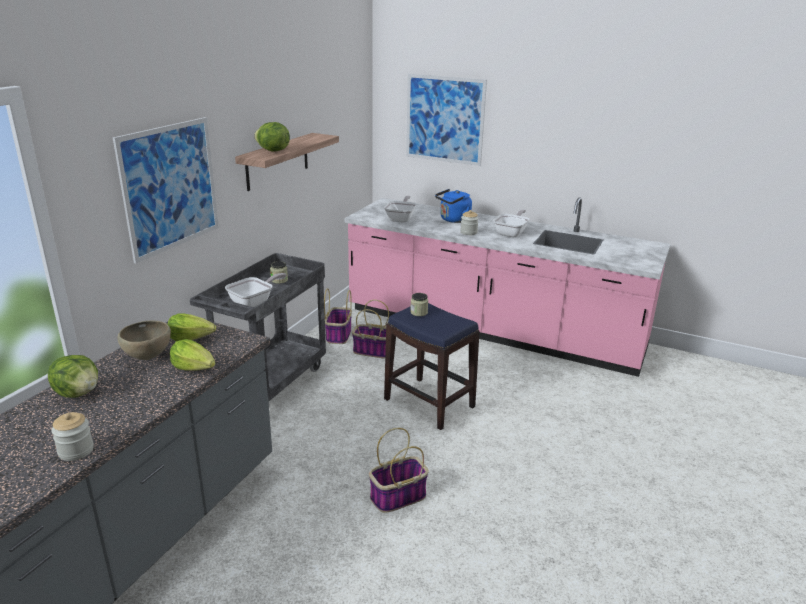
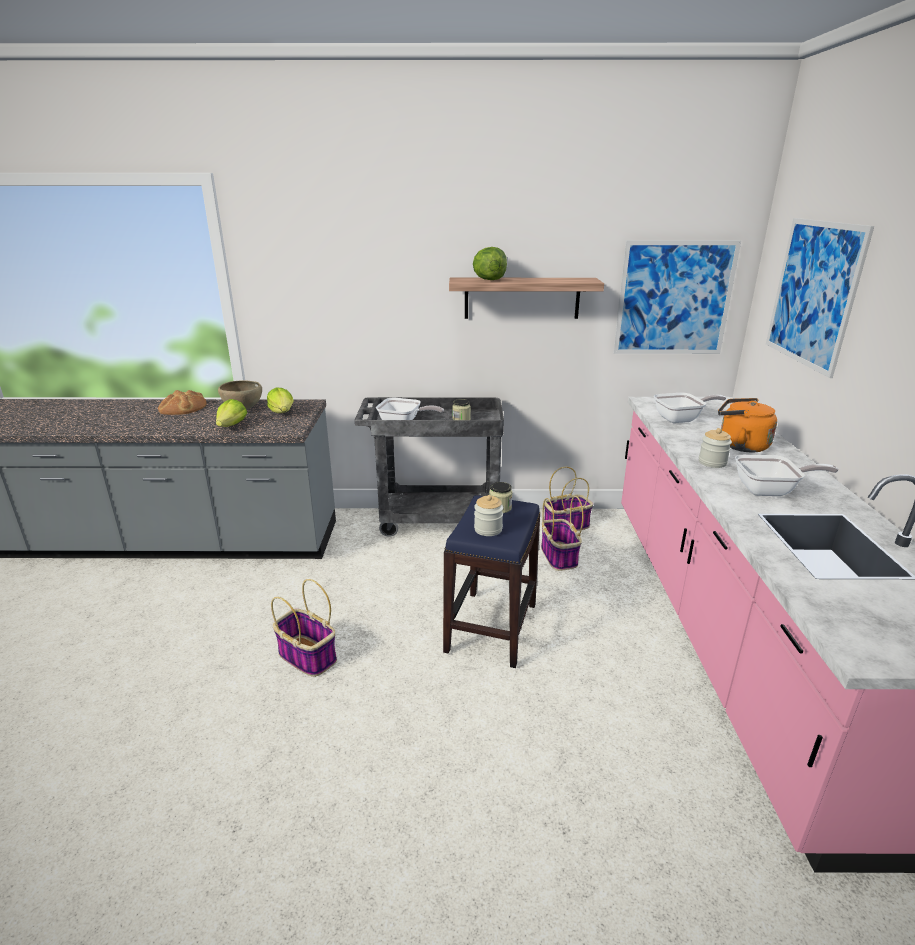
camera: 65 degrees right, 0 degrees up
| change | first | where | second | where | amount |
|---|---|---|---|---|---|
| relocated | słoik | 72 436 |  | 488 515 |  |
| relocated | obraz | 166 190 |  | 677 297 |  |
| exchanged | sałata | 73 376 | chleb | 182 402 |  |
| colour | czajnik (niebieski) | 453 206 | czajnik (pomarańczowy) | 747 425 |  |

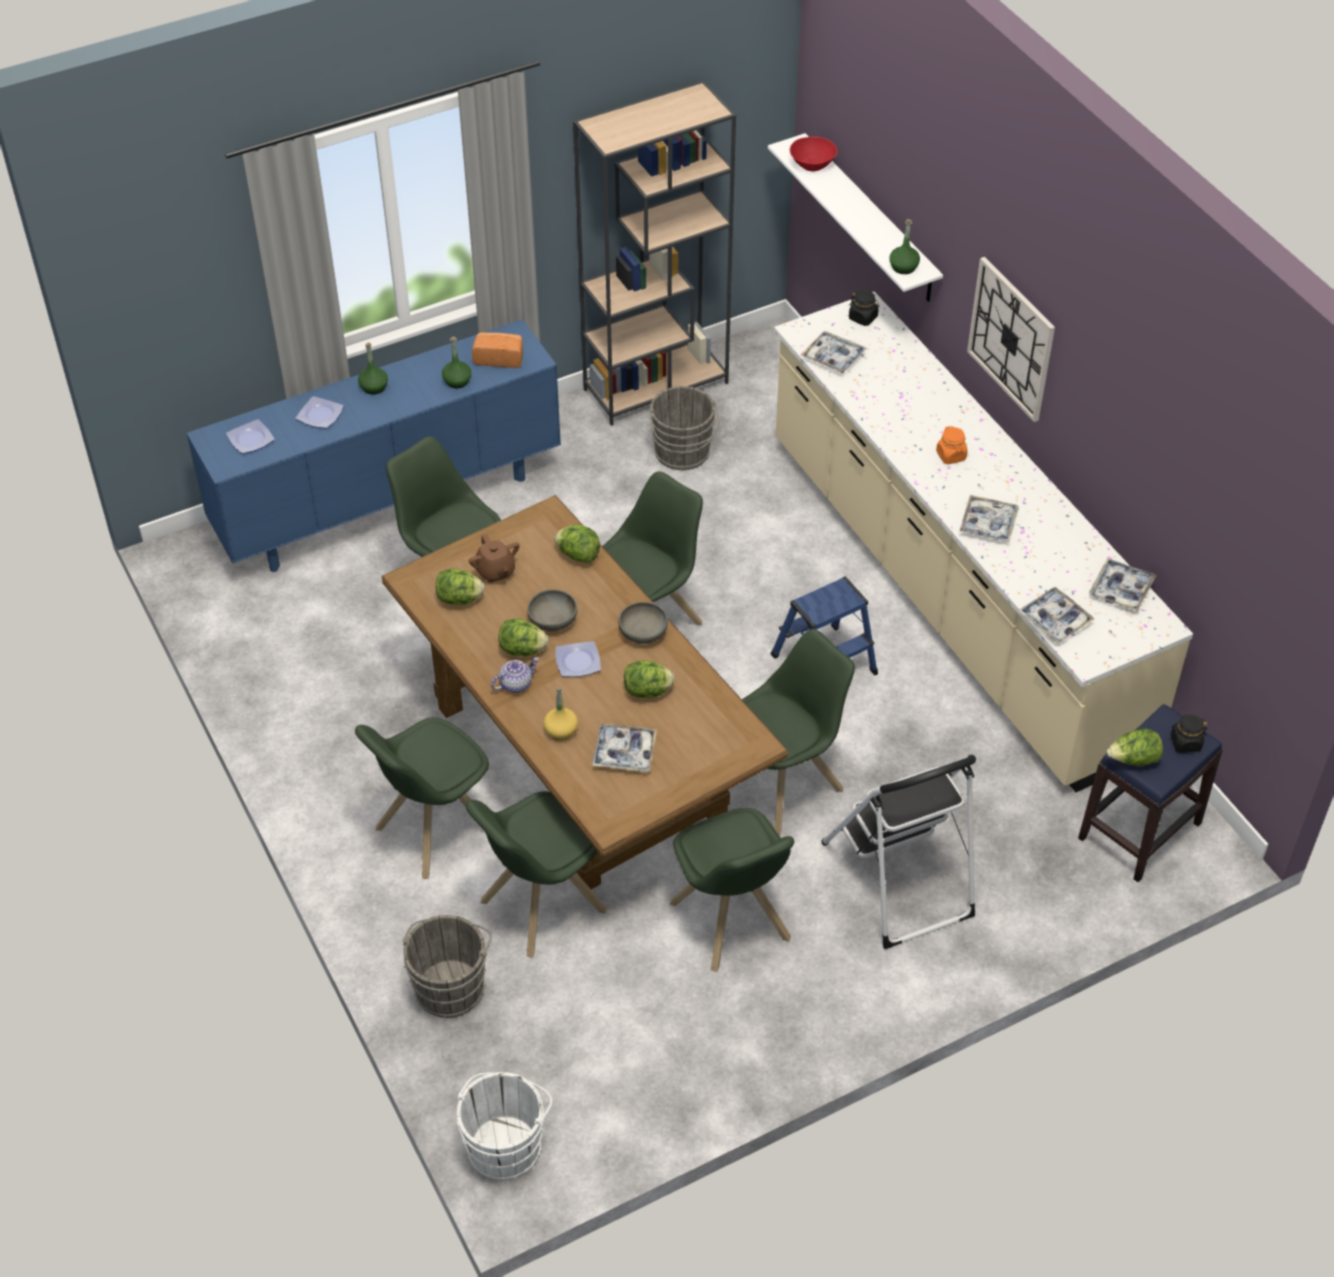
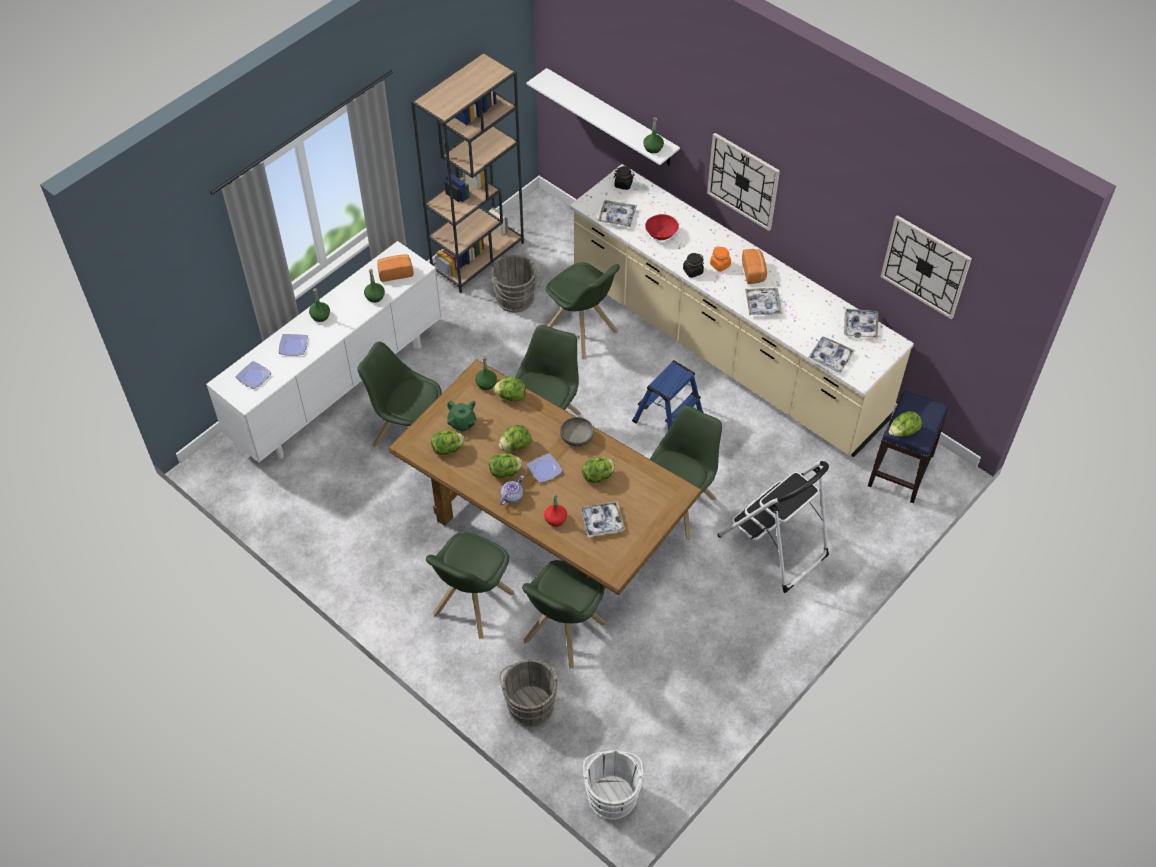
camera: 20 degrees left, 5 degrees up
| change | first | where | second | where | amount |
|---|---|---|---|---|---|
| appeared |  |  | butelka (zielony) | 486 373 |  |
| appeared |  |  | chleb | 754 266 |  |
| appeared |  |  | zegar ścienny | 926 267 |  |
| relocated | krzesło (zielony) | 731 890 |  | 583 310 |  |
| relocated | miska (czerwony) | 813 154 |  | 662 227 |  |
| relocated | słoik (czarny) | 1189 733 |  | 693 265 |  |
| exchanged | miska (szary) | 552 610 | sałata | 515 438 |  |
| colour | szafka (niebieski) | 374 445 | szafka (biały) | 323 352 |  |
| colour | imbryk (brązowy) | 494 558 | imbryk (zielony) | 462 416 |  |
| colour | butelka (żółty) | 561 713 | butelka (czerwony) | 555 510 |  |

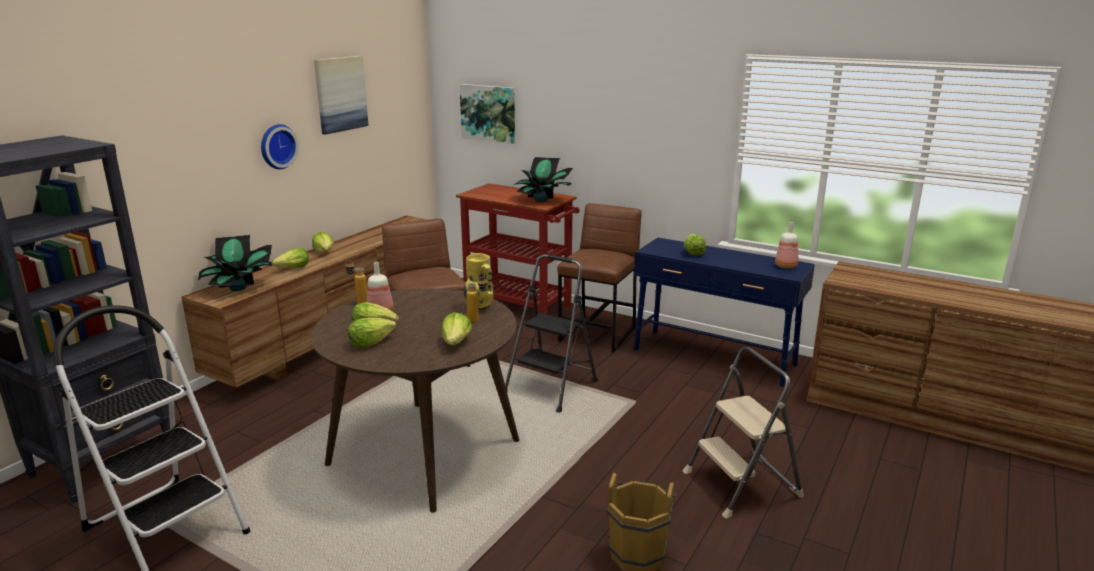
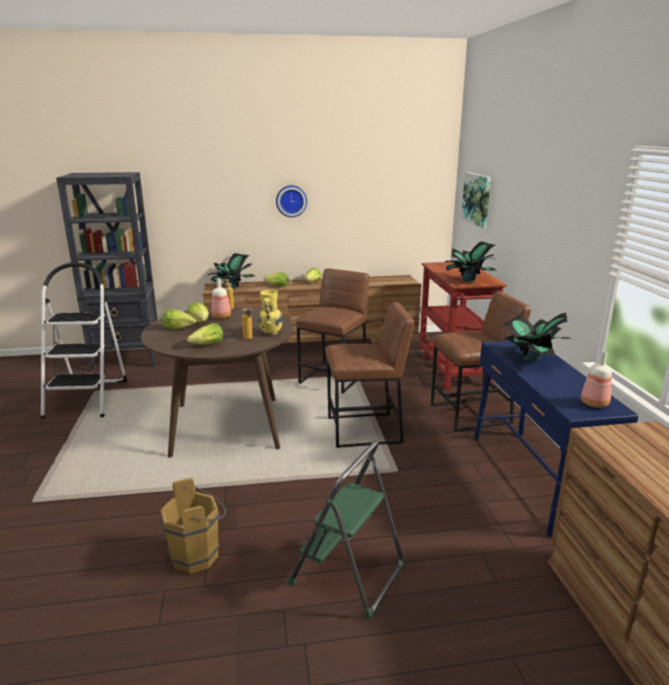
camera: 50 degrees right, 0 degrees up
| change | first | where | second | where | amount |
|---|---|---|---|---|---|
| missing | obraz | 341 95 |  |  |  |
| exchanged | drabinka (czarny) | 552 333 | krzesło (brązowy) | 369 375 |  |
| exchanged | sałata | 695 245 | roślina doniczkowa | 537 337 |  |
| colour | drabinka (beżowy) | 743 433 | drabinka (zielony) | 345 529 |  |

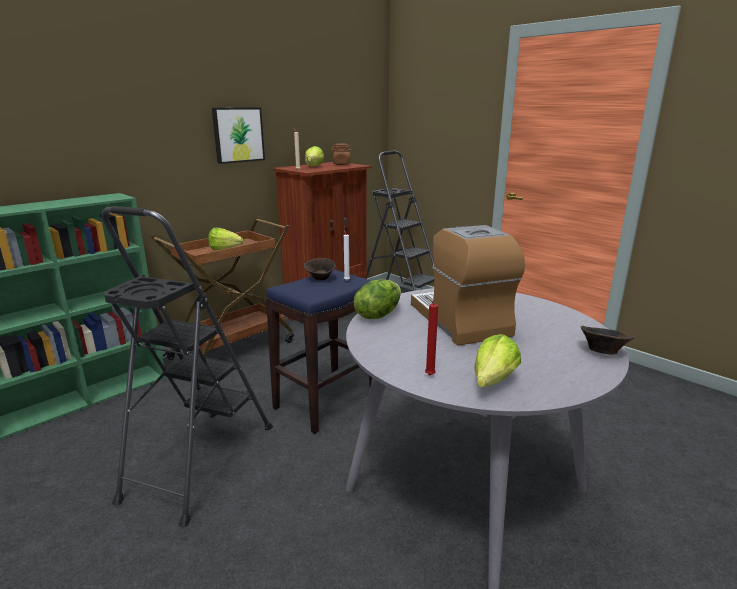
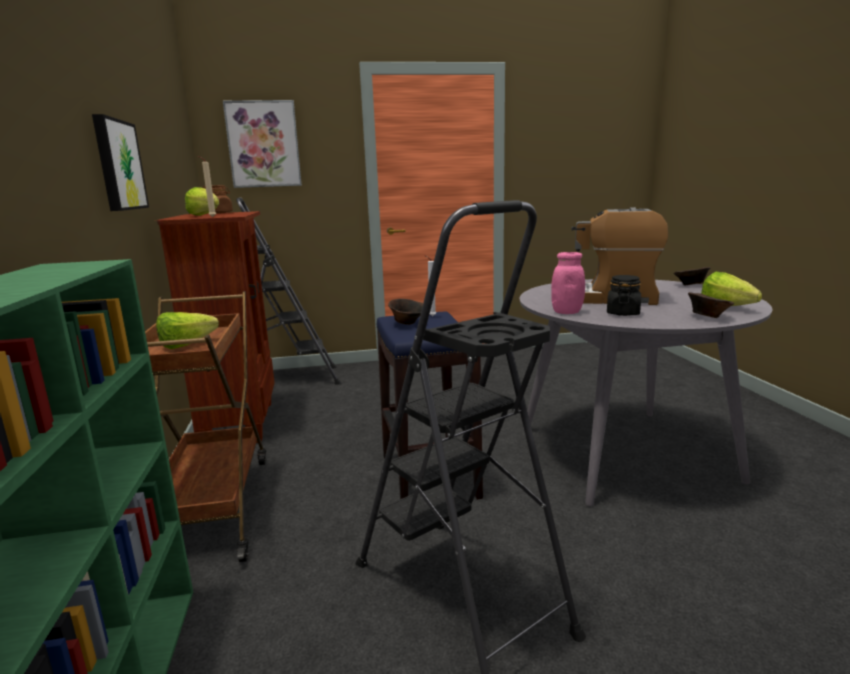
camera: 55 degrees left, 5 degrees down
| change | first | where | second | where | amount |
|---|---|---|---|---|---|
| appeared |  |  | obraz | 262 144 |  |
| appeared |  |  | słoik (czarny) | 624 295 |  |
| exchanged | sałata | 377 299 | słoik (różowy) | 568 283 |  |
| exchanged | świeca (czerwony) | 431 335 | miska (brązowy) | 711 305 |  |

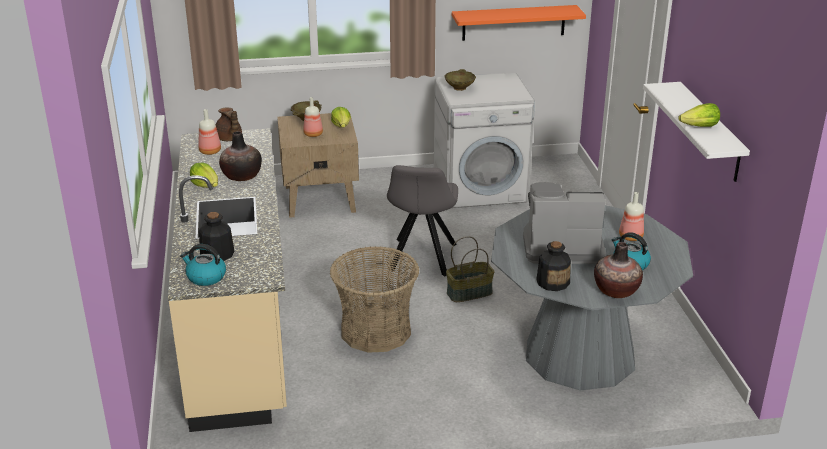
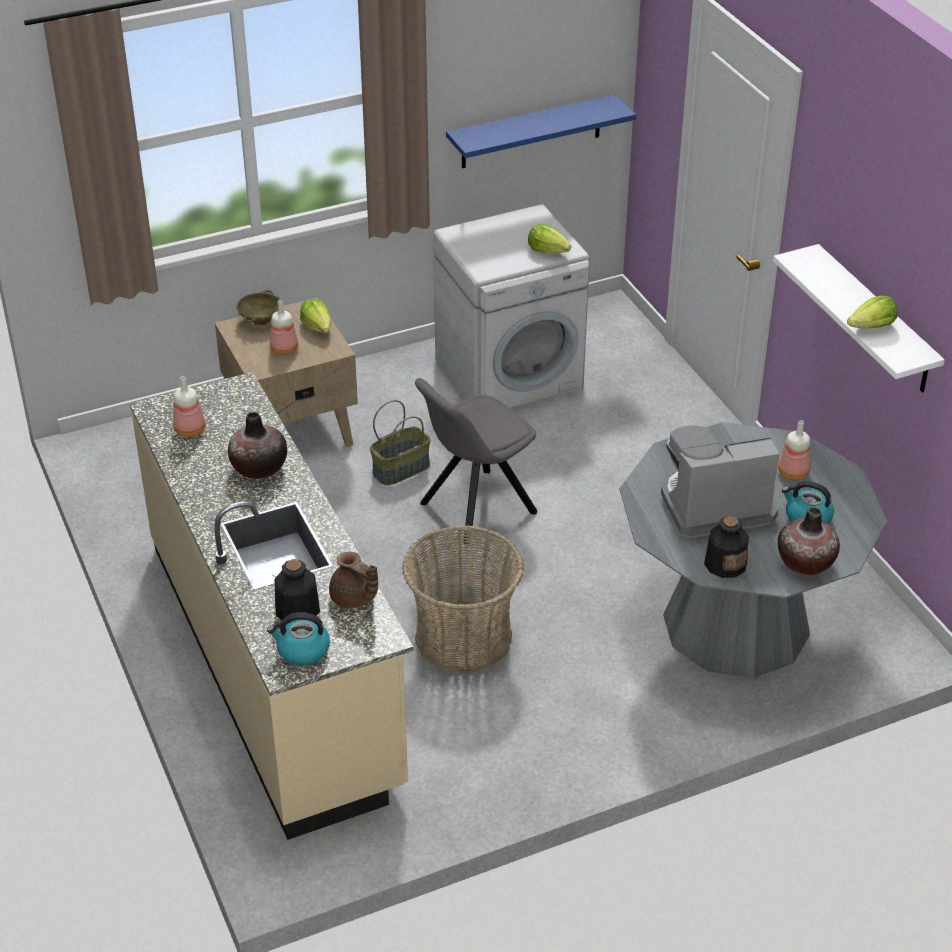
camera: 15 degrees left, 10 degrees up
| change | first | where | second | where | amount |
|---|---|---|---|---|---|
| missing | miska (beżowy) | 460 80 |  |  |  |
| relocated | sałata | 204 175 |  | 549 238 |  |
| relocated | imbryk (brązowy) | 229 124 |  | 353 580 |  |
| relocated | koszyk | 470 269 |  | 400 443 |  |
| colour | półka (pomarańczowy) | 519 23 | półka (niebieski) | 541 131 |  |
| spun | krzesło (szary) | 422 220 |  | 476 461 | 60 degrees clockwise |

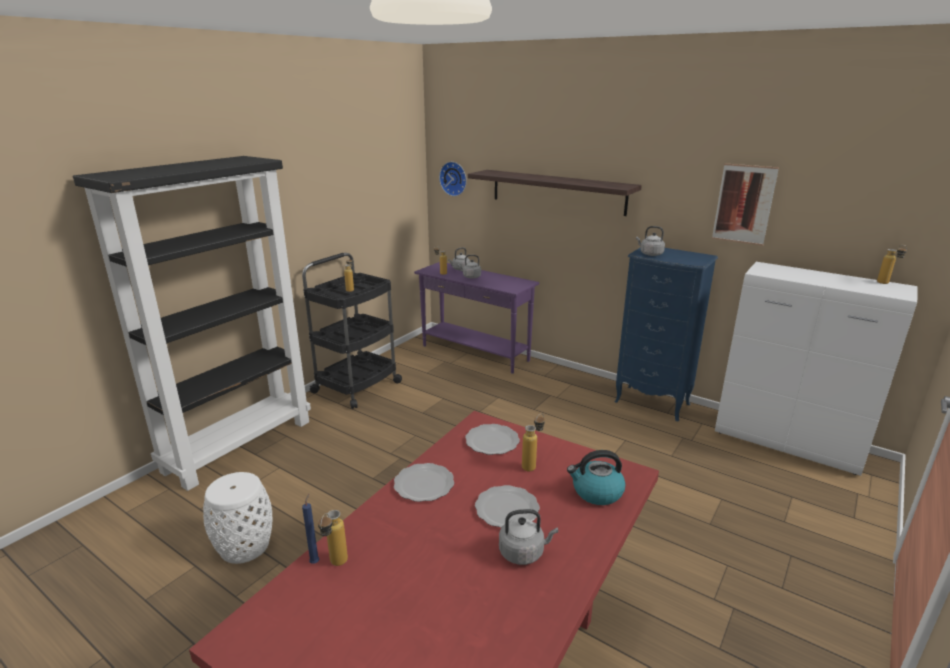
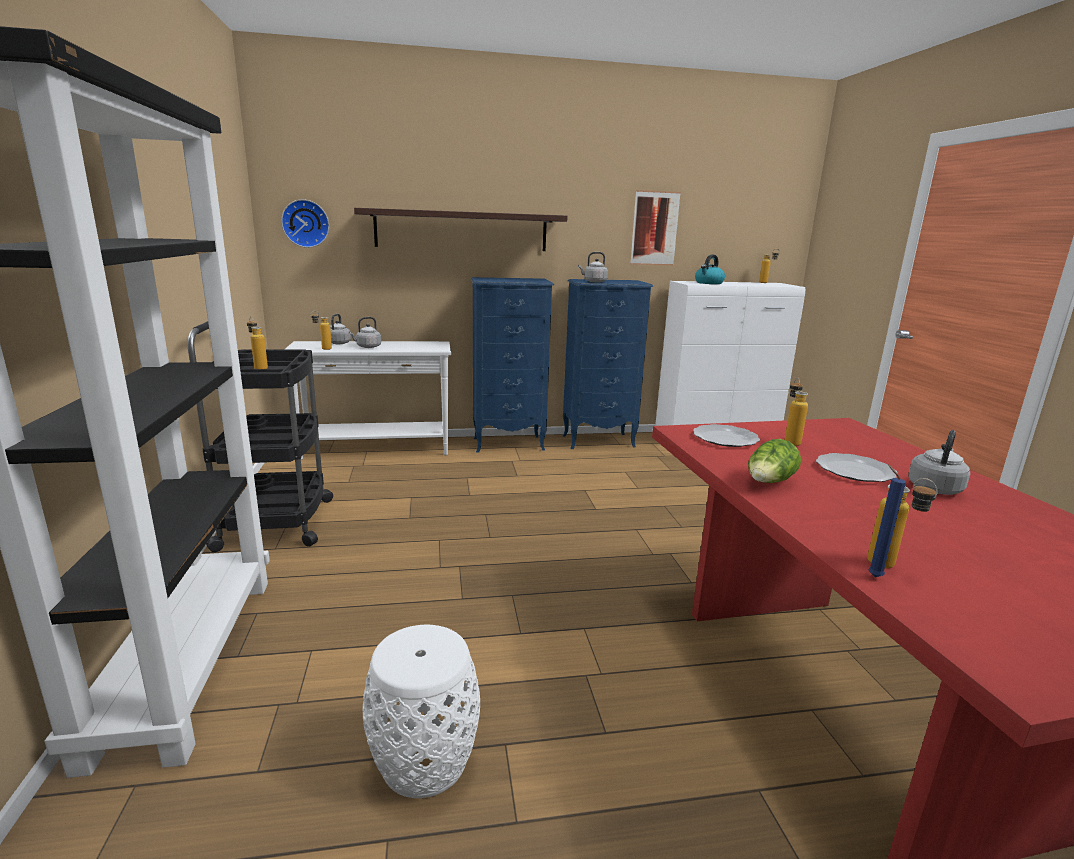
camera: 45 degrees left, 5 degrees down
| change | first | where | second | where | amount |
|---|---|---|---|---|---|
| appeared |  |  | komoda (niebieski) | 512 365 |  |
| relocated | czajnik | 596 477 |  | 710 269 |  |
| exchanged | talerz | 424 482 | sałata | 774 461 |  |
| colour | stolik konsolowy (fioletowy) | 476 318 | stolik konsolowy (biały) | 368 400 |  |

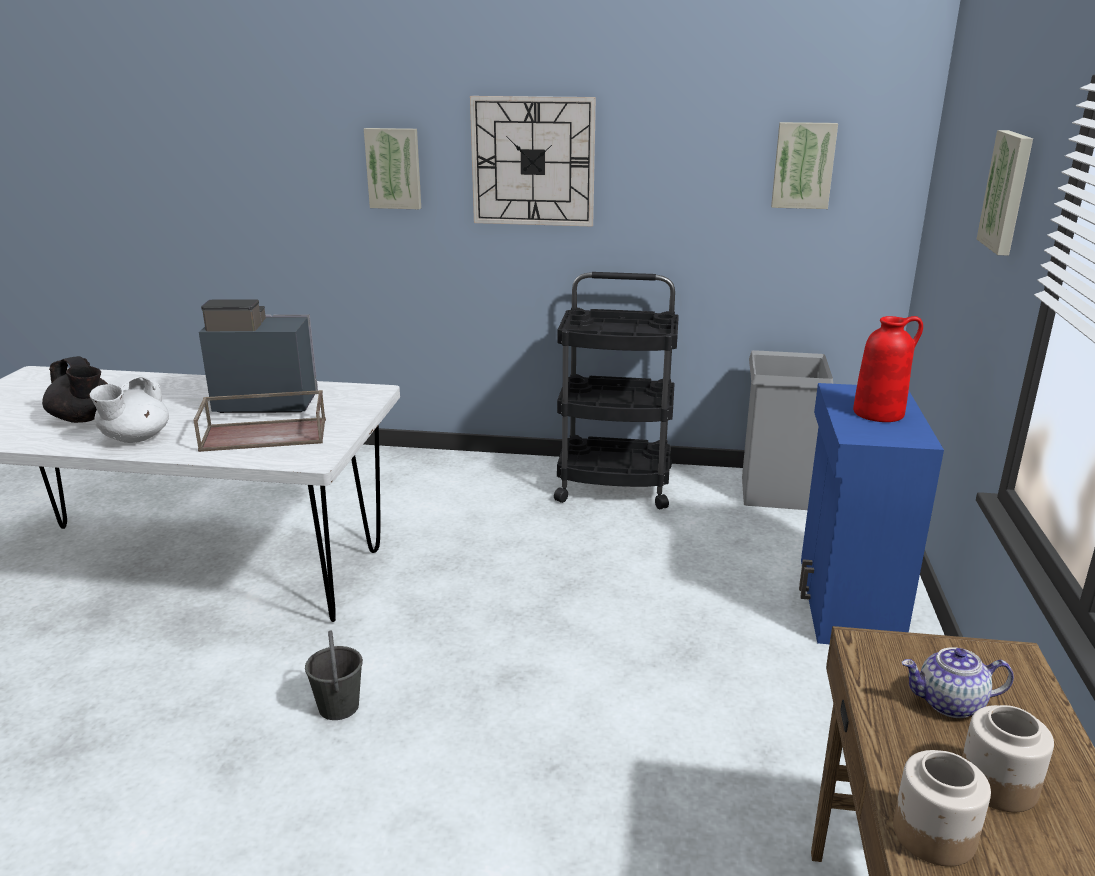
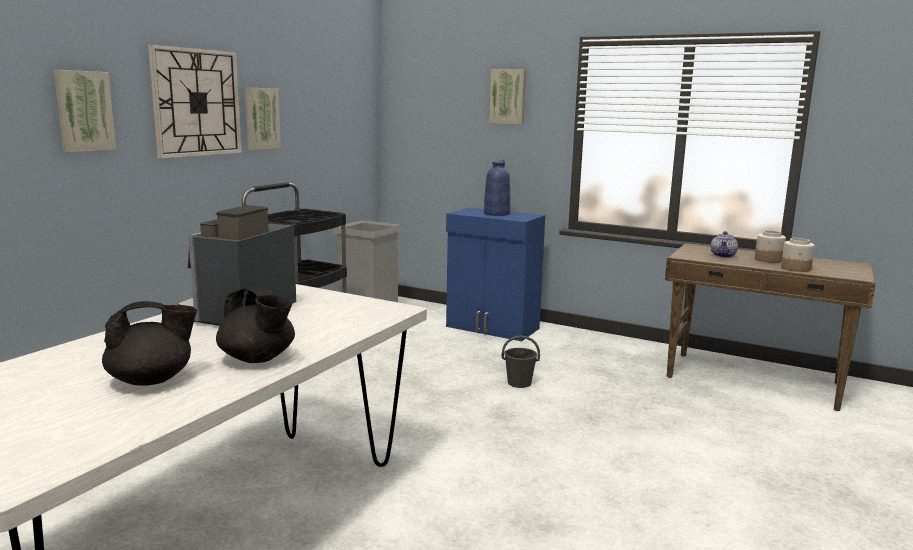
camera: 70 degrees left, 10 degrees down
| change | first | where | second | where | amount |
|---|---|---|---|---|---|
| missing | taca (brązowy) | 260 421 |  |  |  |
| relocated | wiadro (szary) | 334 675 |  | 521 362 |  |
| relocated | obraz | 804 165 |  | 263 119 |  |
| colour | imbryk (biały) | 129 408 | imbryk (czarny) | 255 324 |  |
| colour | wazon (czerwony) | 888 369 | wazon (niebieski) | 497 187 |  |

